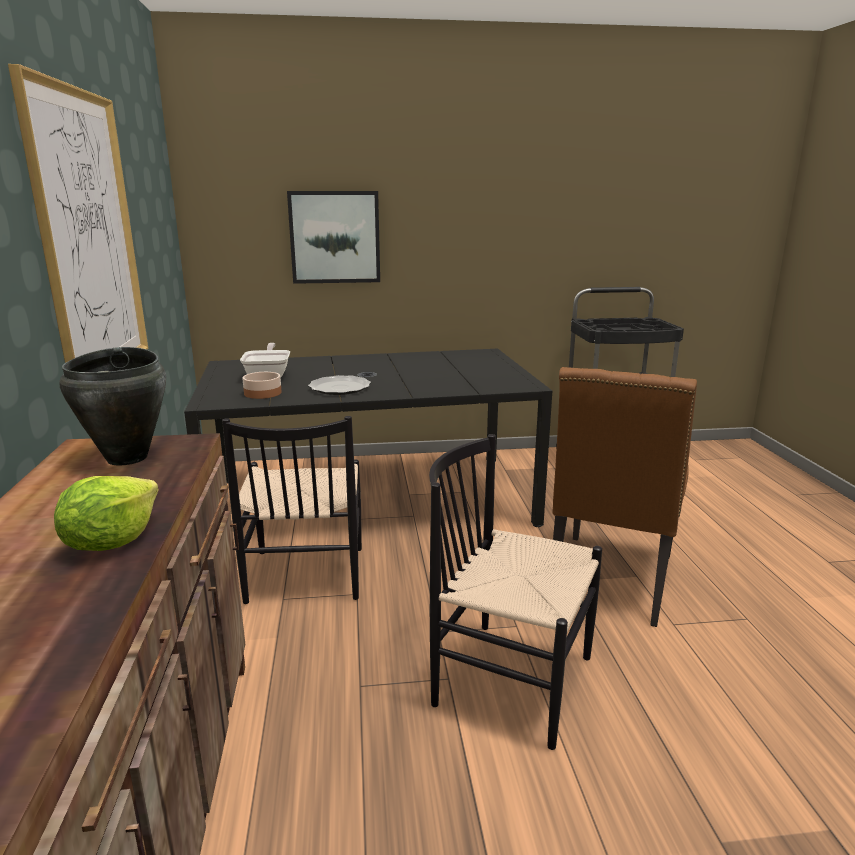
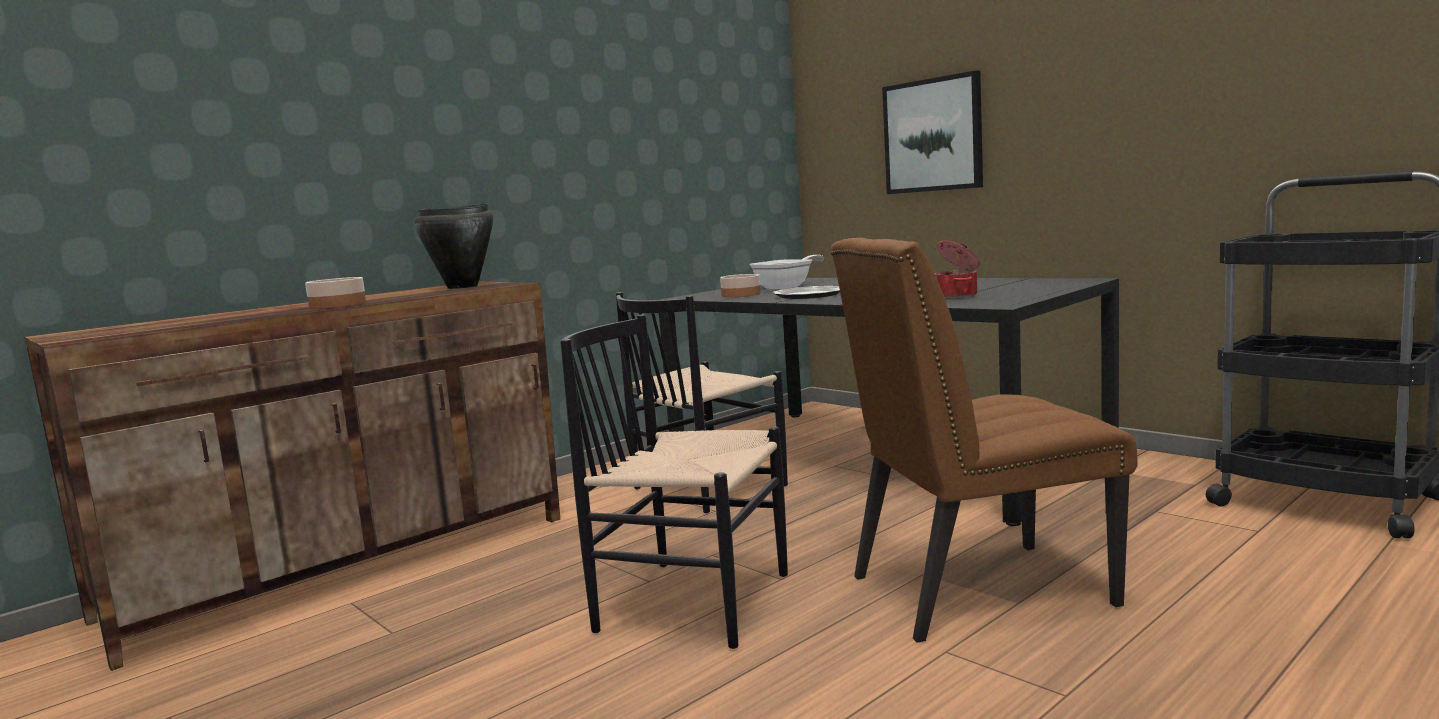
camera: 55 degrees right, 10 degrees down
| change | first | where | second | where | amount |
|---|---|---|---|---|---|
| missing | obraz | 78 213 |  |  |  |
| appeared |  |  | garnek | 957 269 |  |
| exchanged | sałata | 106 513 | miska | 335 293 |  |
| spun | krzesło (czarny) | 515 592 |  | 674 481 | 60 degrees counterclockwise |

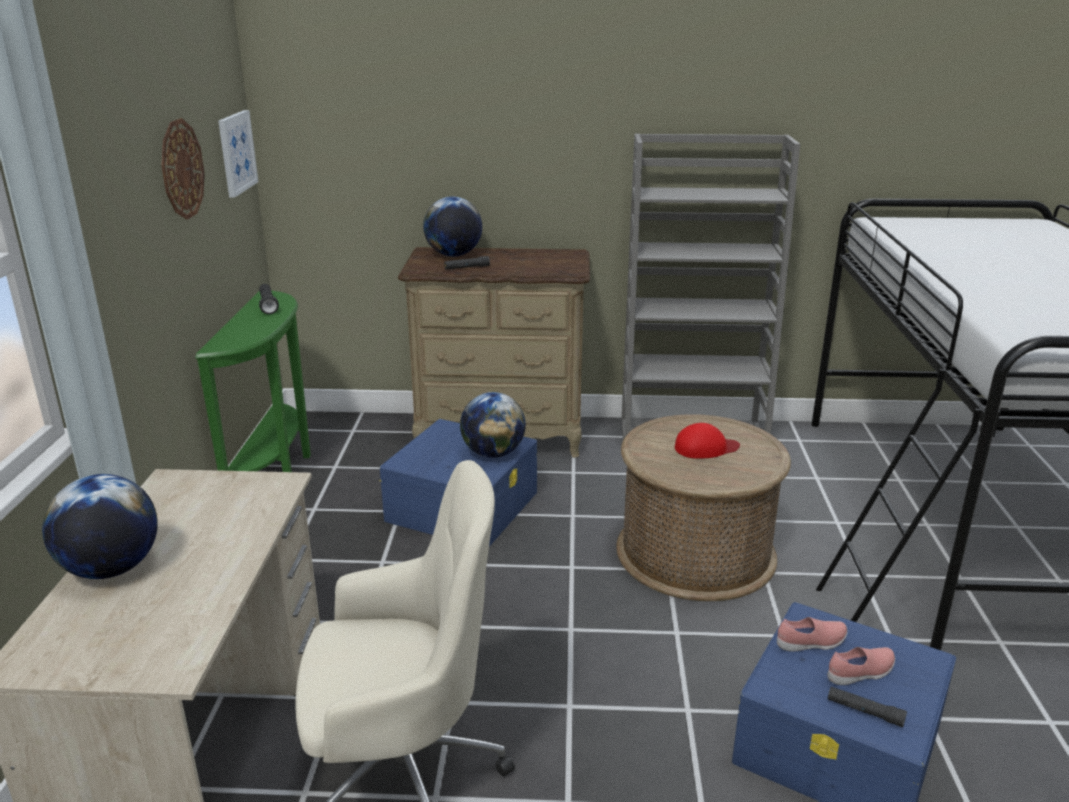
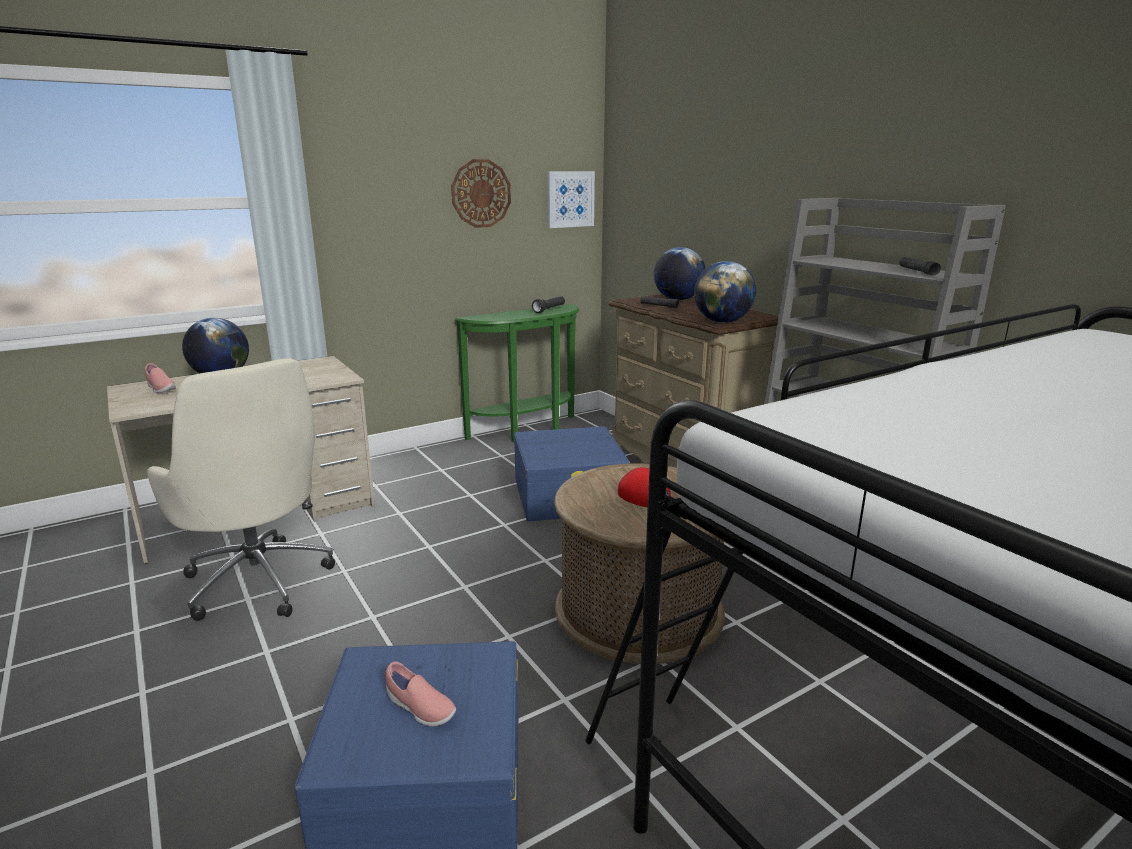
camera: 55 degrees right, 5 degrees down
| change | first | where | second | where | amount |
|---|---|---|---|---|---|
| relocated | globus | 493 425 |  | 725 292 |  |
| relocated | but (różowy) | 812 634 |  | 160 378 |  |
| relocated | latarka (czarny) | 867 707 |  | 920 266 |  |

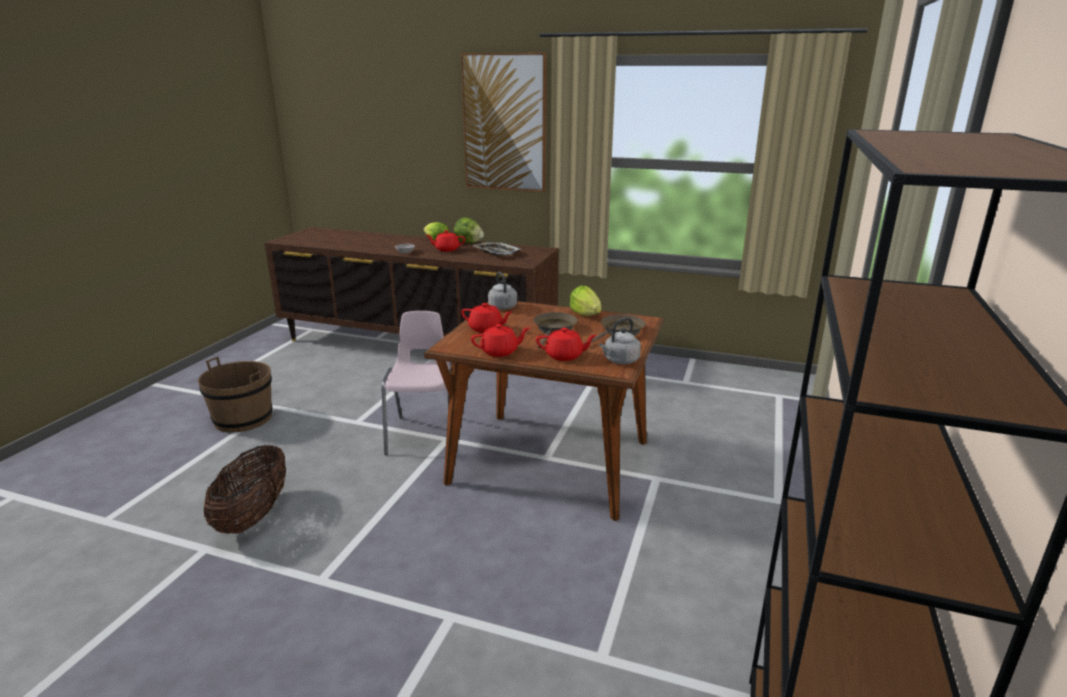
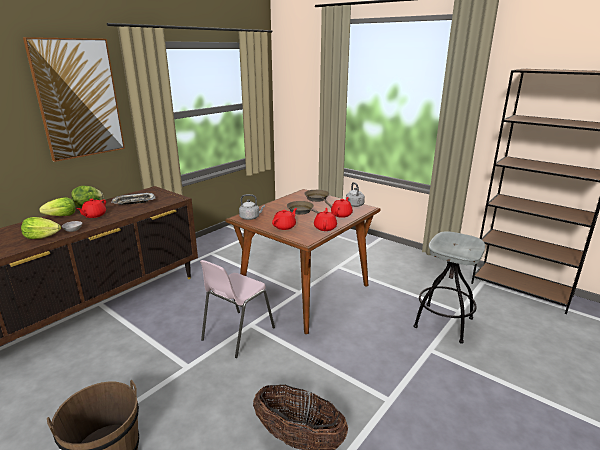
camera: 70 degrees left, 0 degrees up
| change | first | where | second | where | amount |
|---|---|---|---|---|---|
| appeared |  |  | stołek (szary) | 449 287 |  |
| relocated | sałata | 586 301 |  | 41 228 |  |
| spun | krzesło (różowy) | 416 383 |  | 237 309 | 75 degrees counterclockwise |

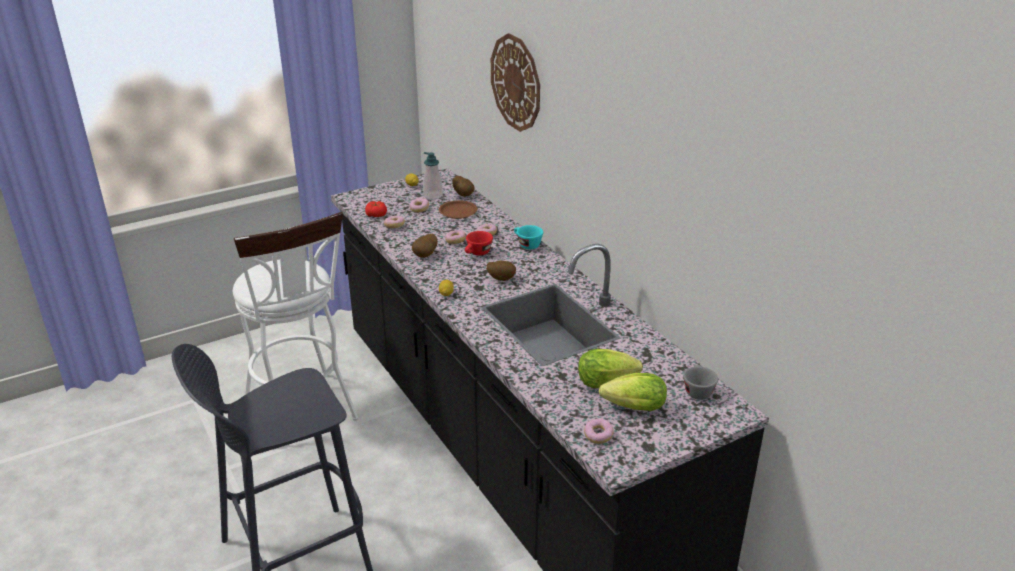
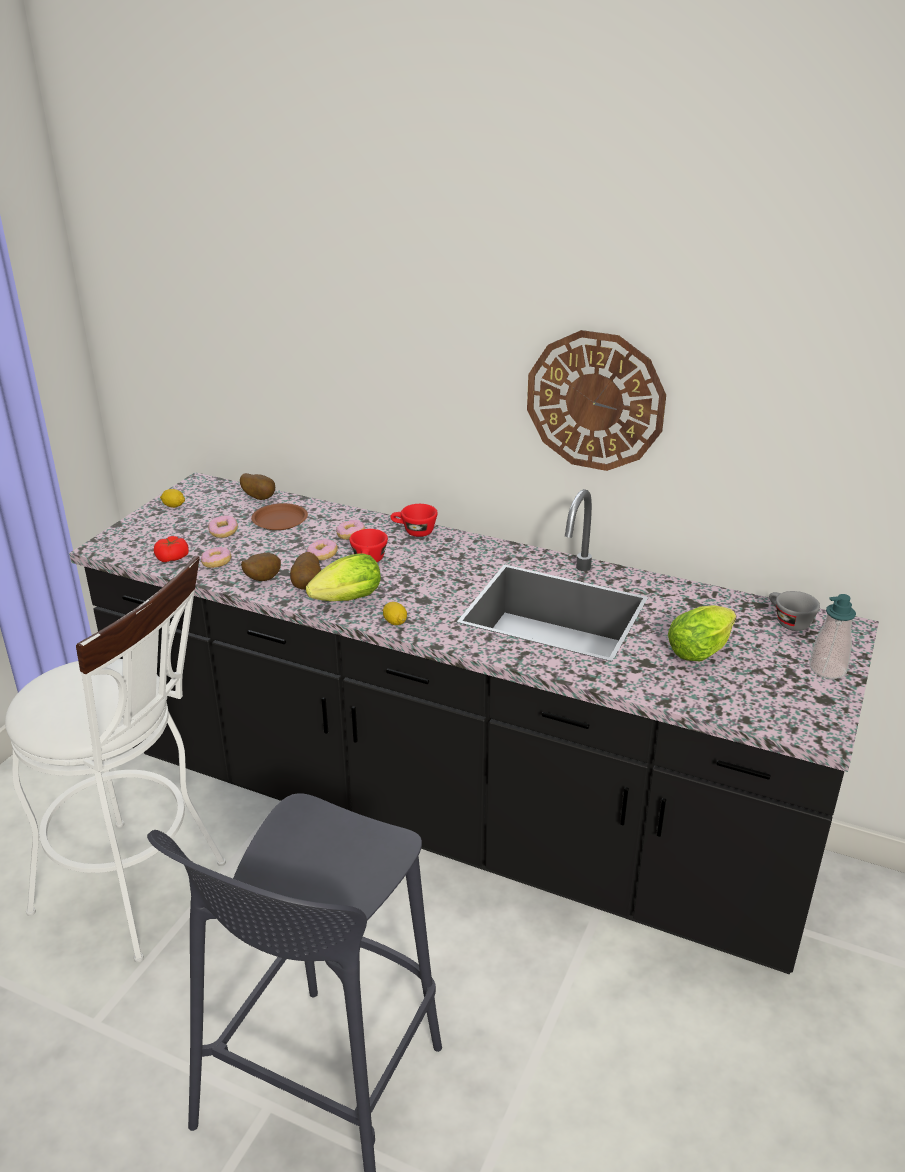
camera: 35 degrees left, 0 degrees up
| change | first | where | second | where | amount |
|---|---|---|---|---|---|
| missing | donut | 599 431 |  |  |  |
| relocated | dozownik mydła | 433 176 |  | 832 636 |  |
| relocated | ziemniak | 501 270 |  | 261 567 |  |
| relocated | zegar ścienny | 515 82 |  | 596 400 |  |
| relocated | sałata | 633 392 |  | 343 577 |  |
| colour | filiżanka (turkusowy) | 528 237 | filiżanka (czerwony) | 414 520 |  |

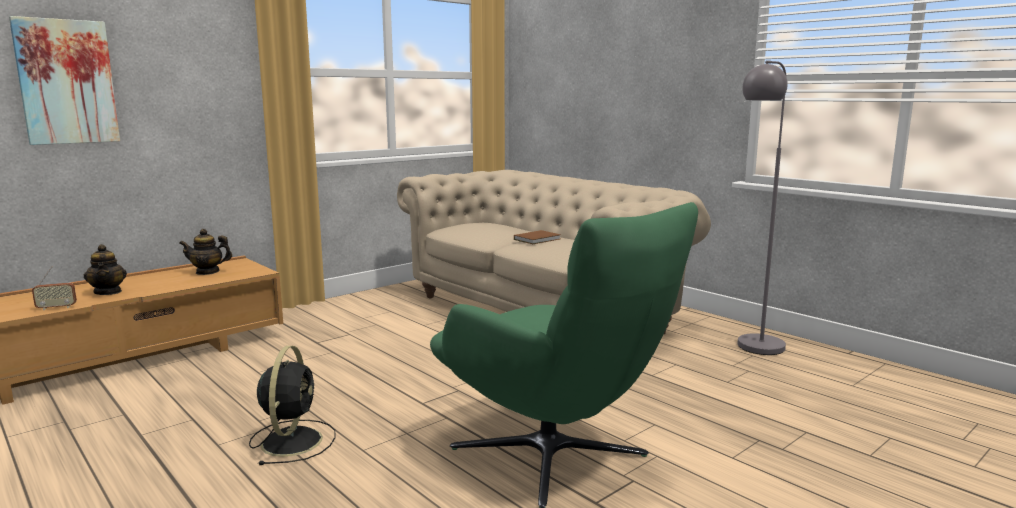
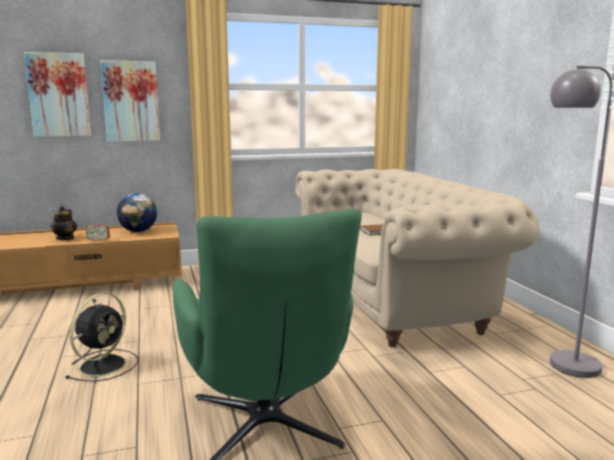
camera: 25 degrees right, 0 degrees up
| change | first | where | second | where | amount |
|---|---|---|---|---|---|
| appeared |  |  | obraz | 130 101 |  |
| relocated | radio | 54 288 |  | 98 227 |  |
| exchanged | imbryk | 205 252 | globus | 137 212 |  |

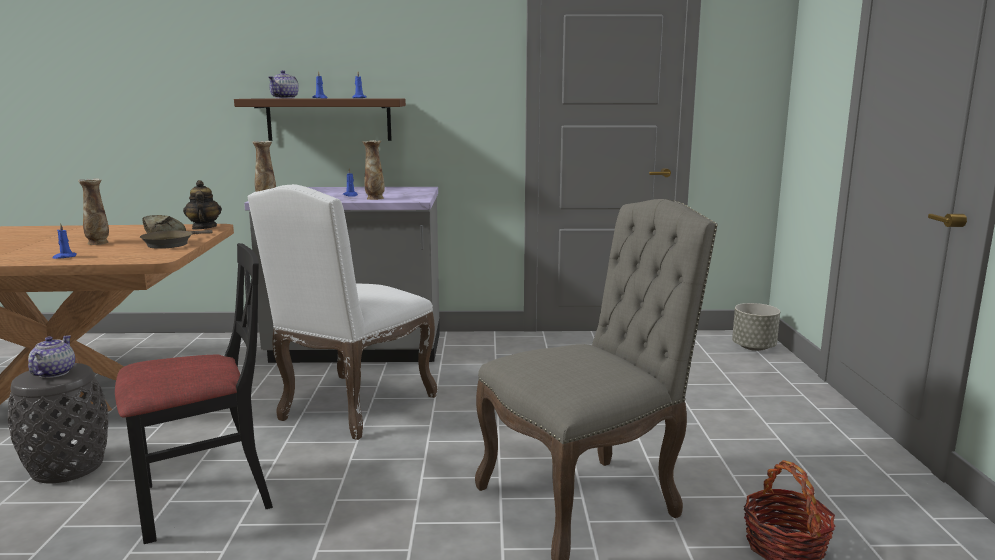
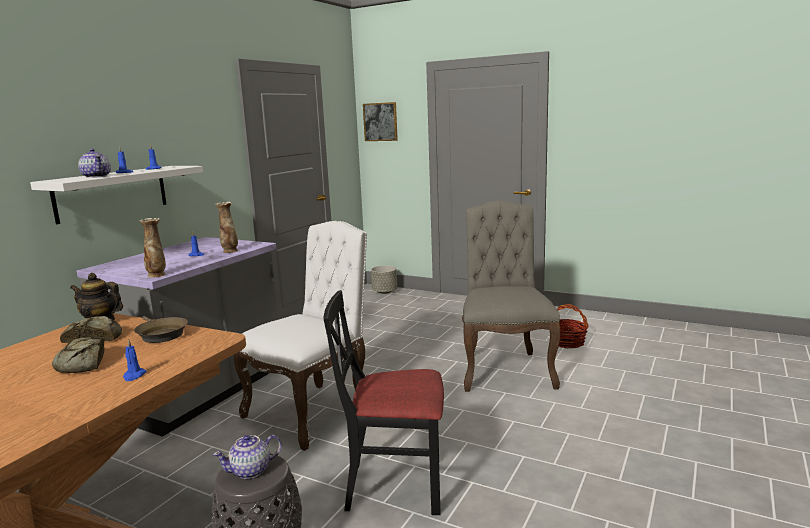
camera: 60 degrees left, 0 degrees up
| change | first | where | second | where | amount |
|---|---|---|---|---|---|
| appeared |  |  | obraz | 380 121 |  |
| exchanged | wazon | 93 211 | chleb | 78 355 |  |
| colour | półka (brązowy) | 320 120 | półka (biały) | 116 195 |  |
| spun | imbryk | 51 356 |  | 247 457 | 60 degrees counterclockwise |
| spun | krzesło (czarny) | 194 393 |  | 383 402 | 90 degrees counterclockwise |
| spun | krzesło (biały) | 342 312 |  | 300 336 | 105 degrees counterclockwise |

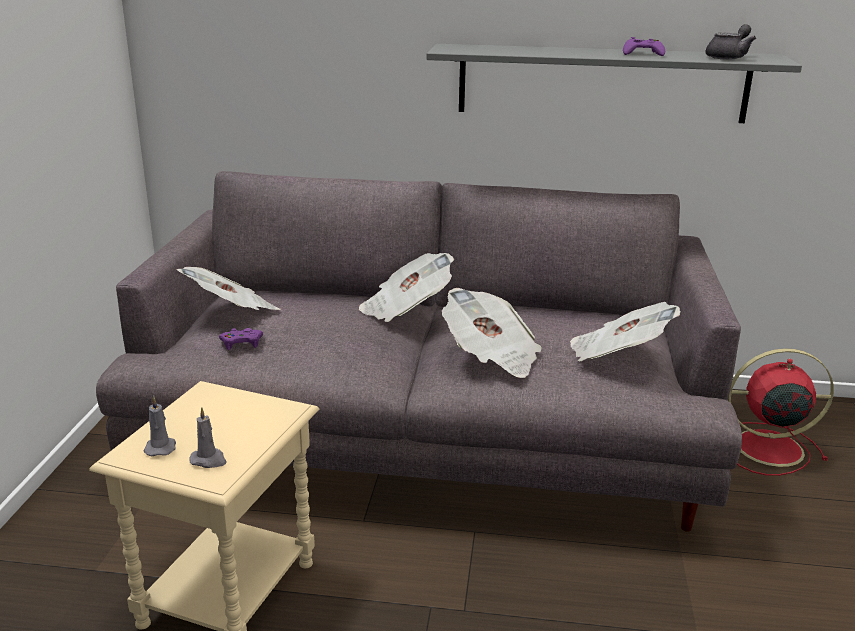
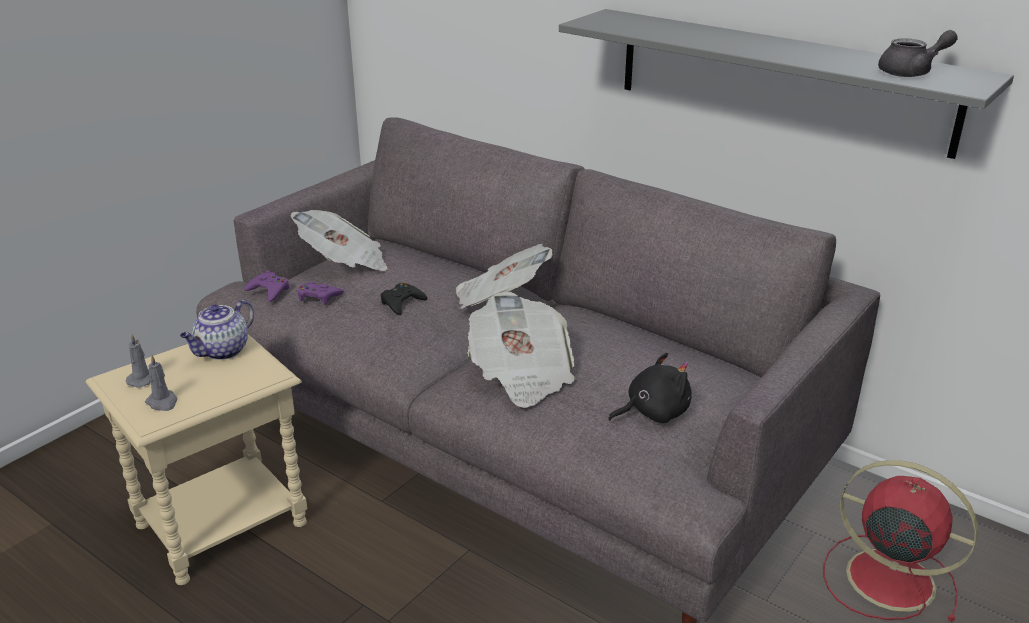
camera: 30 degrees right, 5 degrees up
| change | first | where | second | where | amount |
|---|---|---|---|---|---|
| appeared |  |  | imbryk | 217 330 |  |
| appeared |  |  | pad do gier (czarny) | 403 299 |  |
| relocated | pad do gier (fioletowy) | 644 46 |  | 267 286 |  |
| exchanged | gazeta | 625 332 | pluszak (czarny) | 650 388 |  |

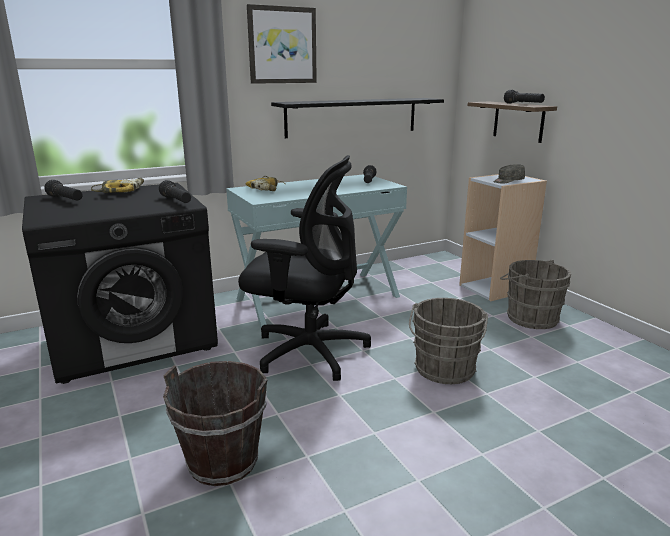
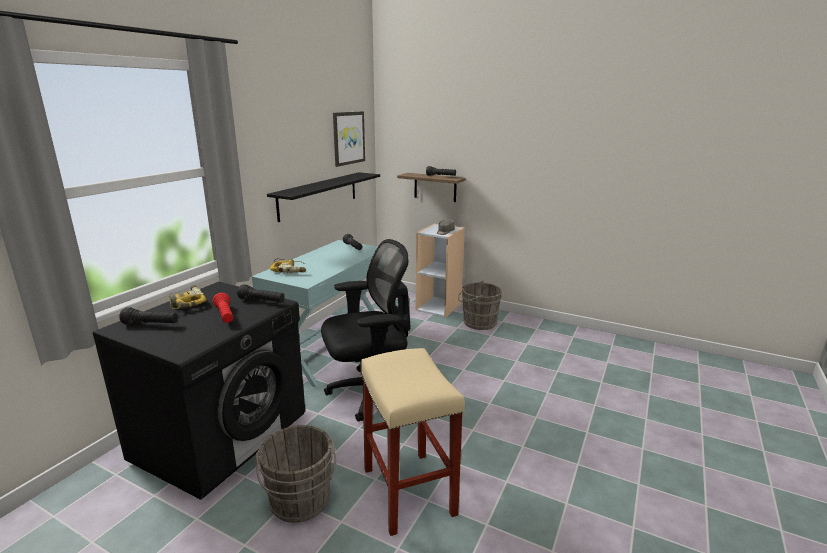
camera: 35 degrees left, 0 degrees up
| change | first | where | second | where | amount |
|---|---|---|---|---|---|
| appeared |  |  | latarka (czerwony) | 223 308 |  |
| relocated | obraz | 282 44 |  | 349 139 |  |
| relocated | wiadro (szary) | 448 341 |  | 296 474 |  |
| exchanged | wiadro (brązowy) | 215 423 | stołek (beżowy) | 412 442 |  |

